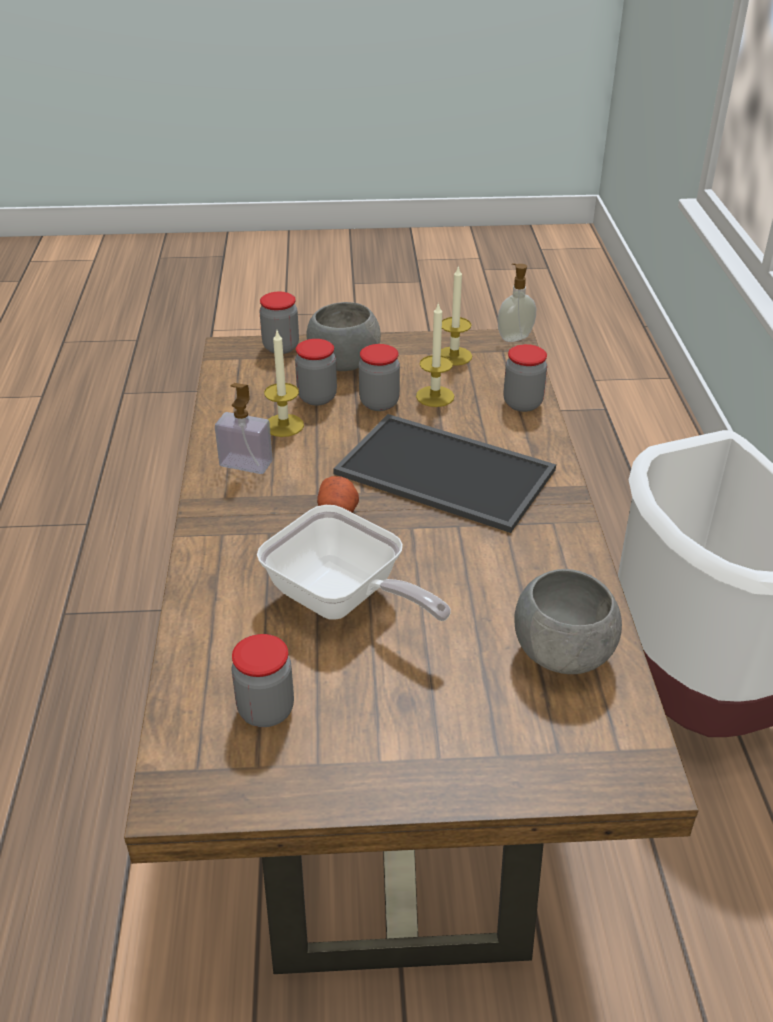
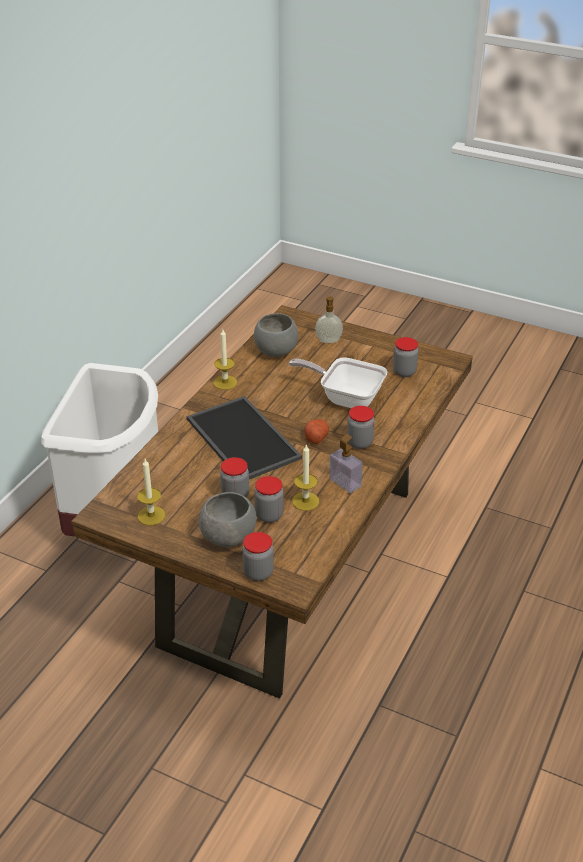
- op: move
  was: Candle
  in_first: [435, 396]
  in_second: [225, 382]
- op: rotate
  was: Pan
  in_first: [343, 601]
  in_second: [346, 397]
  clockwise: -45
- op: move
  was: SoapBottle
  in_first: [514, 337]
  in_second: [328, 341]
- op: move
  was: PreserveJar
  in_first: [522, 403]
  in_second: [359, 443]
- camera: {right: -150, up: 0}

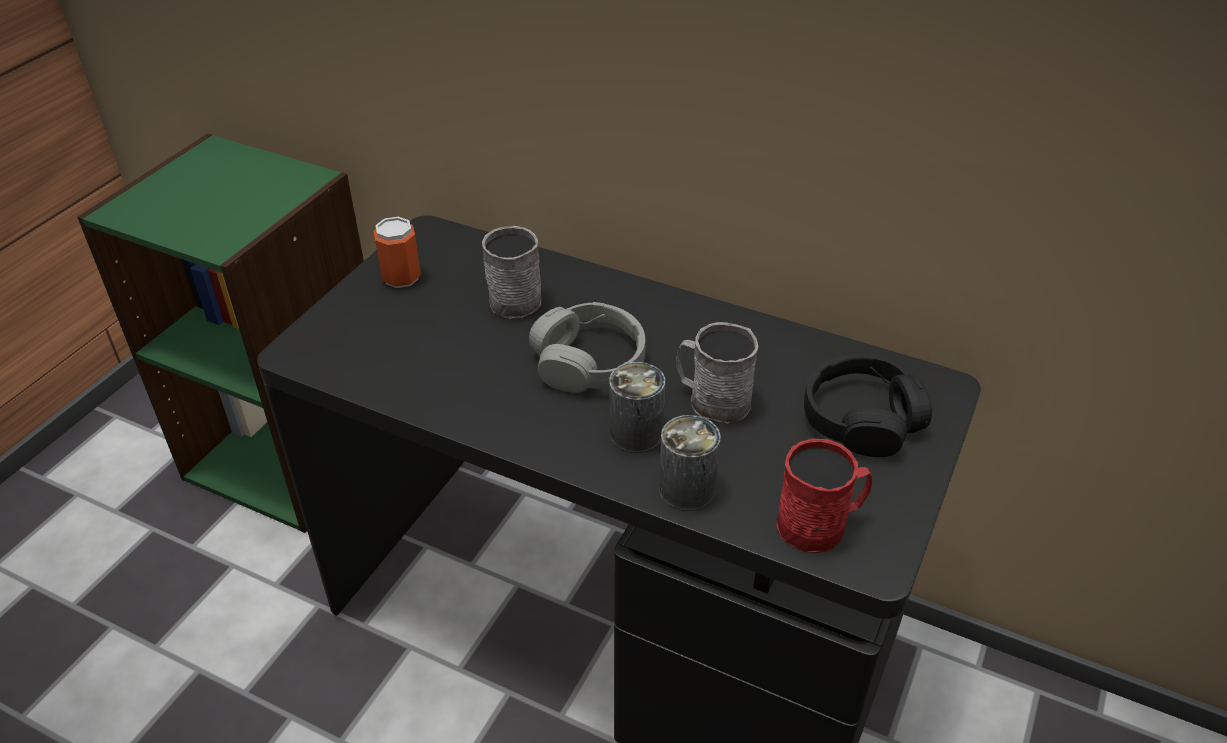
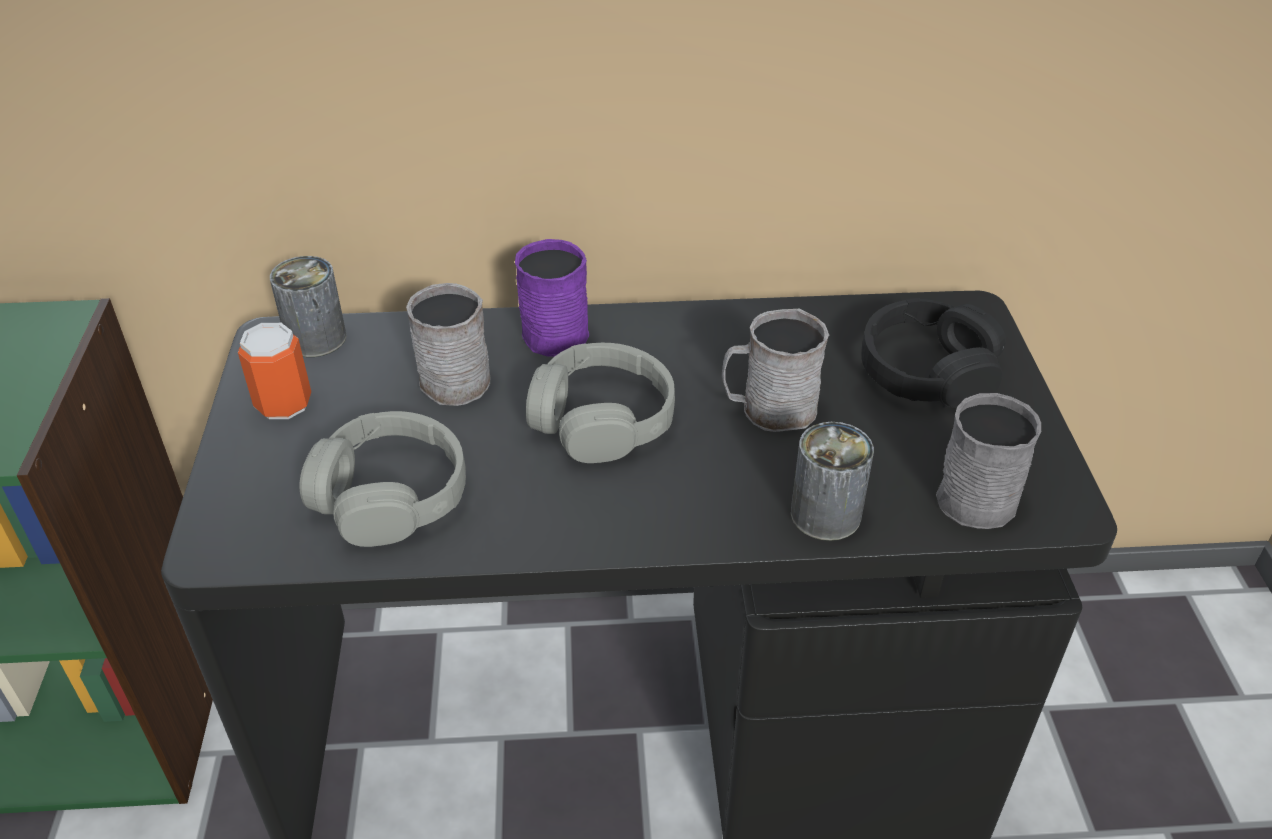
- op: move
  was: MetalCan
  in_first: [636, 433]
  in_second: [316, 338]
- op: insert
  now: GrayHeadphones
  in_second: [390, 495]
- op: insert
  now: PurpleTeaMug
  in_second: [552, 329]
- op: recolor
  was: ReddishTeaMug
  now: GrayTeaMug
  in_first: [820, 524]
  in_second: [983, 494]
- camera: {right: -30, up: 0}

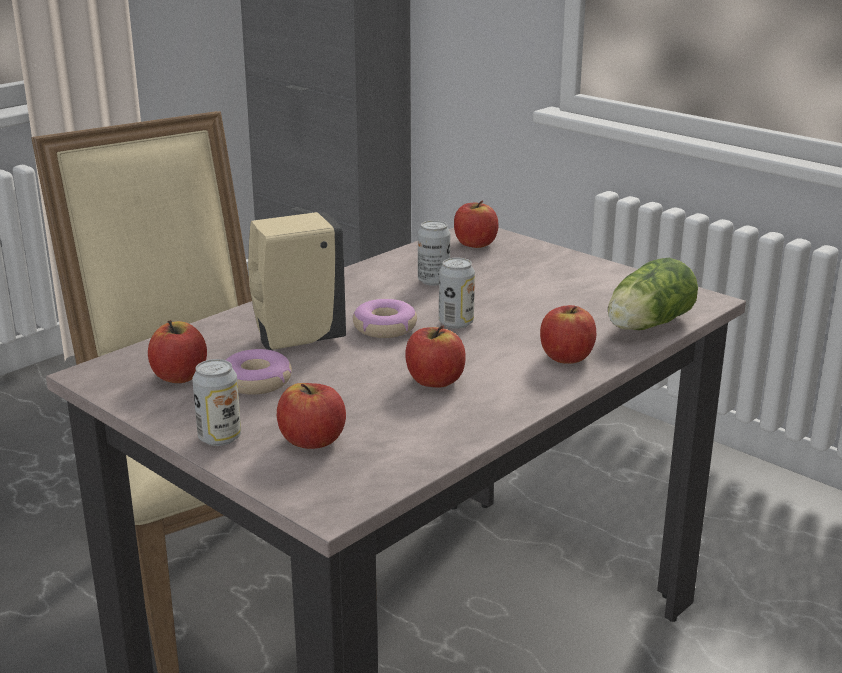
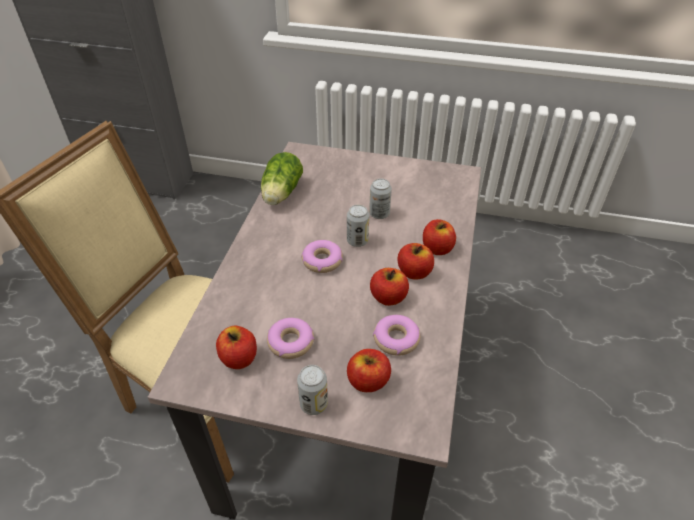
- op: move
  was: Lettuce
  in_first: [645, 326]
  in_second: [280, 194]
- op: move
  was: MetalCan
  in_first: [433, 281]
  in_second: [379, 214]
- op: insert
  now: RingDoughnut
  in_second: [396, 339]
- op: move
  was: Apple
  in_first: [475, 244]
  in_second: [414, 272]
- op: delete
  was: BeigeColouredSoapBottle
  in_first: [296, 340]
- camera: {right: -30, up: 20}

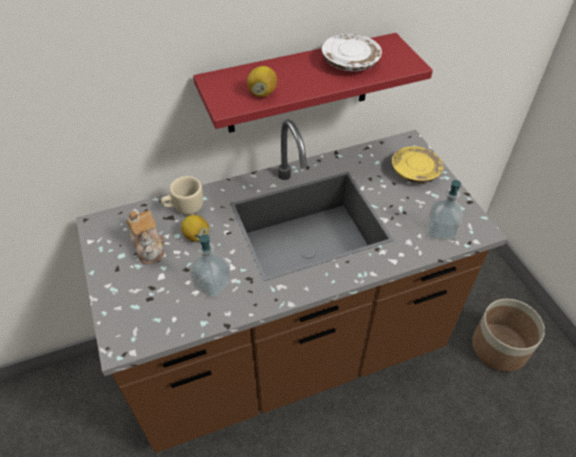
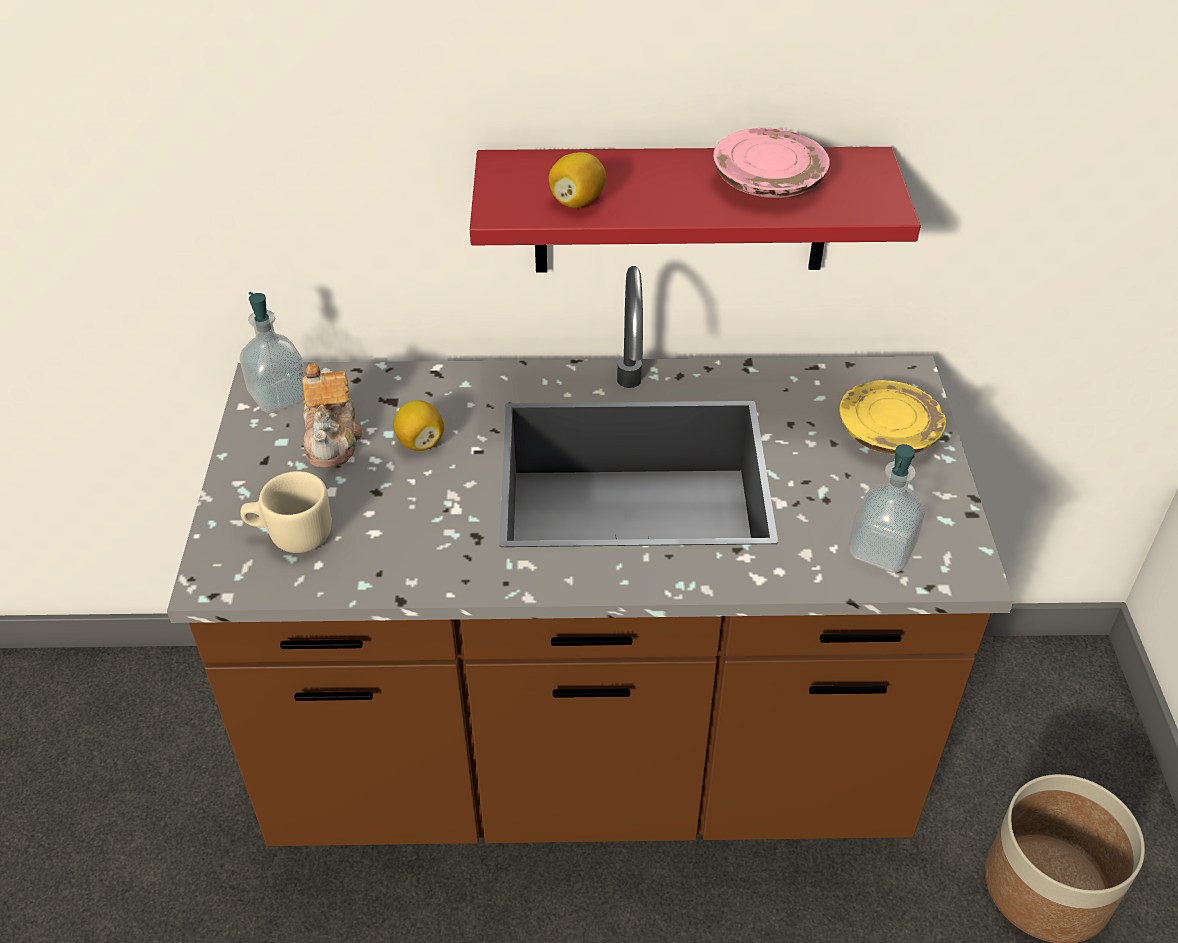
- op: move
  was: SoapBottle
  in_first: [212, 284]
  in_second: [279, 396]
- op: move
  was: BeigeColouredTeaMug
  in_first: [184, 207]
  in_second: [291, 535]
- op: recolor
  was: WhitishPlate
  now: PinkColouredPlate
  in_first: [350, 62]
  in_second: [768, 181]
- camera: {right: 20, up: -5}

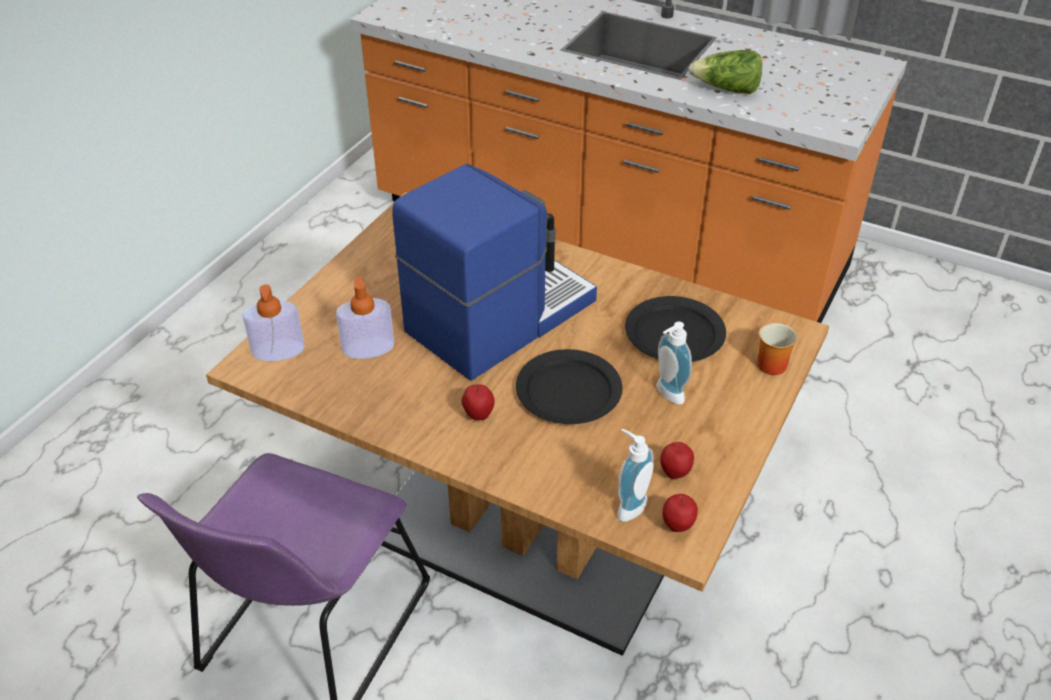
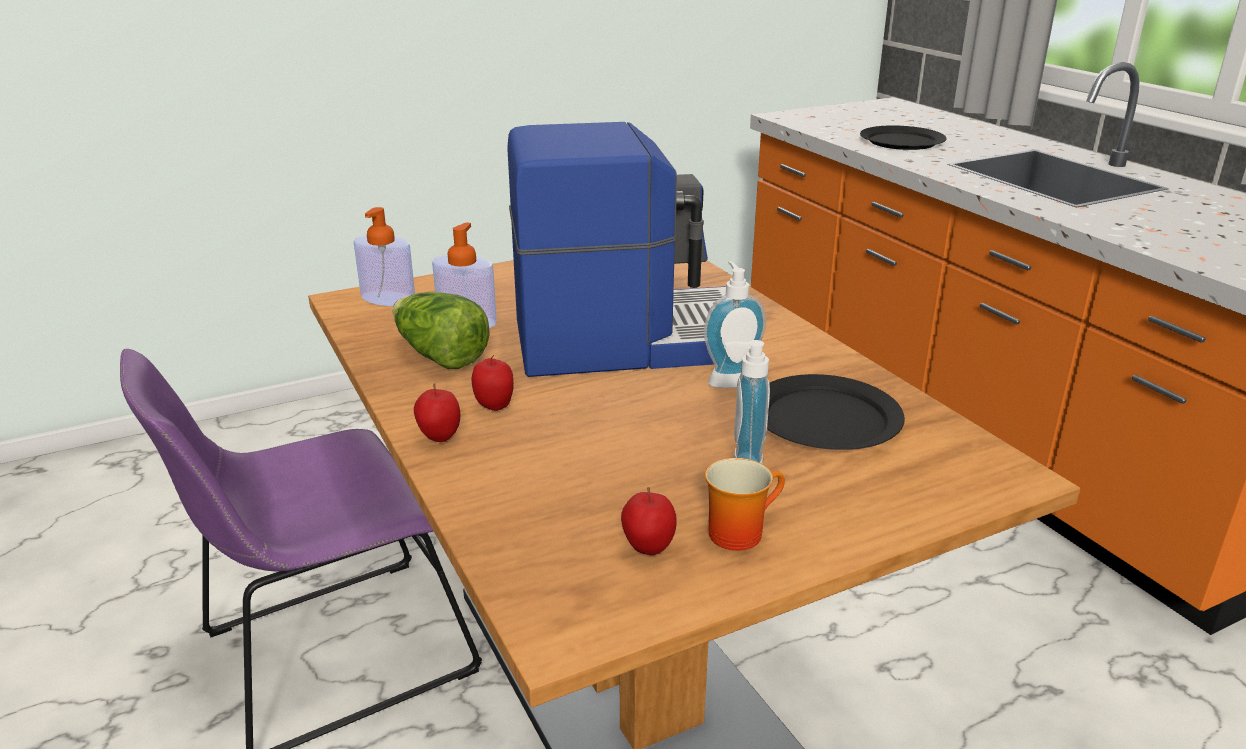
- op: move
  was: Lettuce
  in_first: [726, 89]
  in_second: [439, 355]
- op: move
  was: Apple
  in_first: [677, 527]
  in_second: [440, 438]
- op: move
  was: SoapBottle
  in_first: [628, 505]
  in_second: [729, 379]
- op: move
  was: TeaMug
  in_first: [770, 362]
  in_second: [738, 530]
- op: move
  was: BlackColouredPlate
  in_first: [568, 391]
  in_second: [901, 141]
- camera: {right: 35, up: -15}

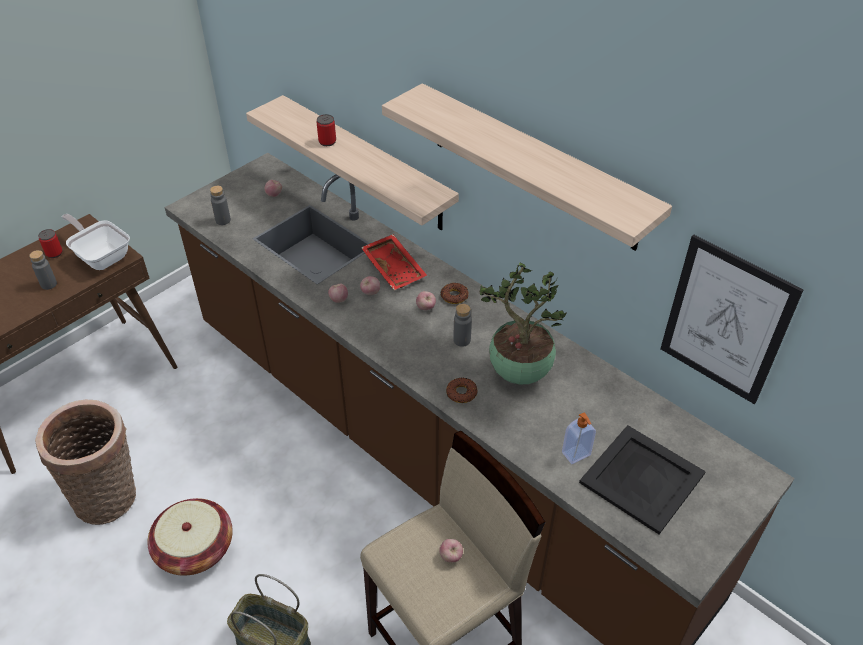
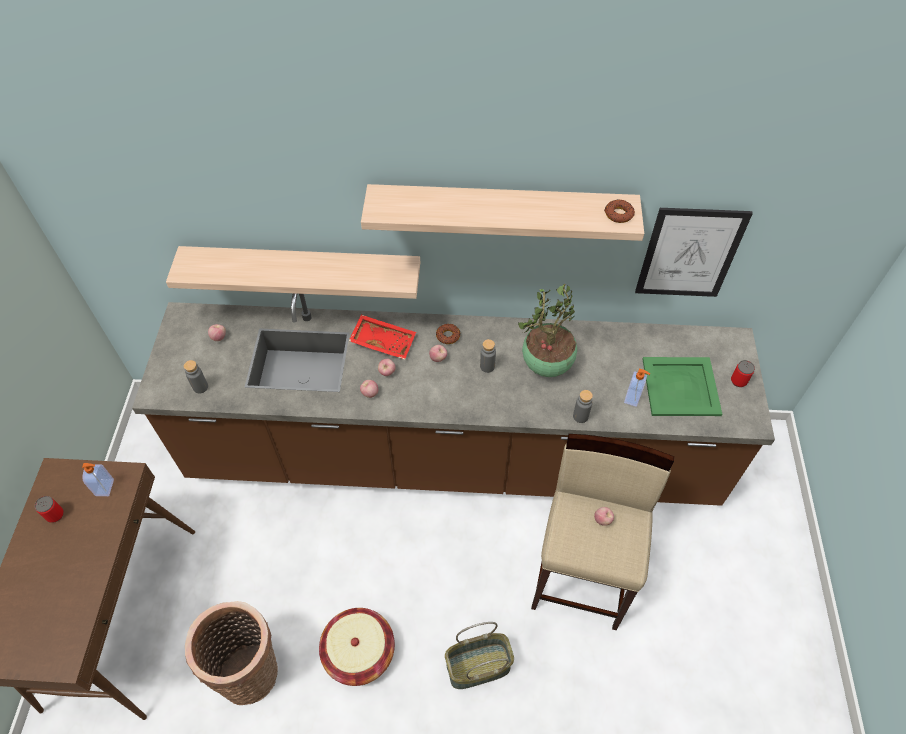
- op: replace
  was: Pan
  now: SoapBottle
  in_first: [101, 256]
  in_second: [105, 487]
- op: move
  was: GrayBottle
  in_first: [49, 284]
  in_second: [580, 416]
- op: move
  was: RingDoughnut
  in_first: [461, 393]
  in_second: [618, 214]
- op: recolor
  was: BlackColouredCarryingTray
  now: GreenColouredCarryingTray
  in_first: [642, 479]
  in_second: [681, 387]
- op: move
  was: MetalCan
  in_first: [327, 142]
  in_second: [738, 381]
- camera: {right: -40, up: 10}

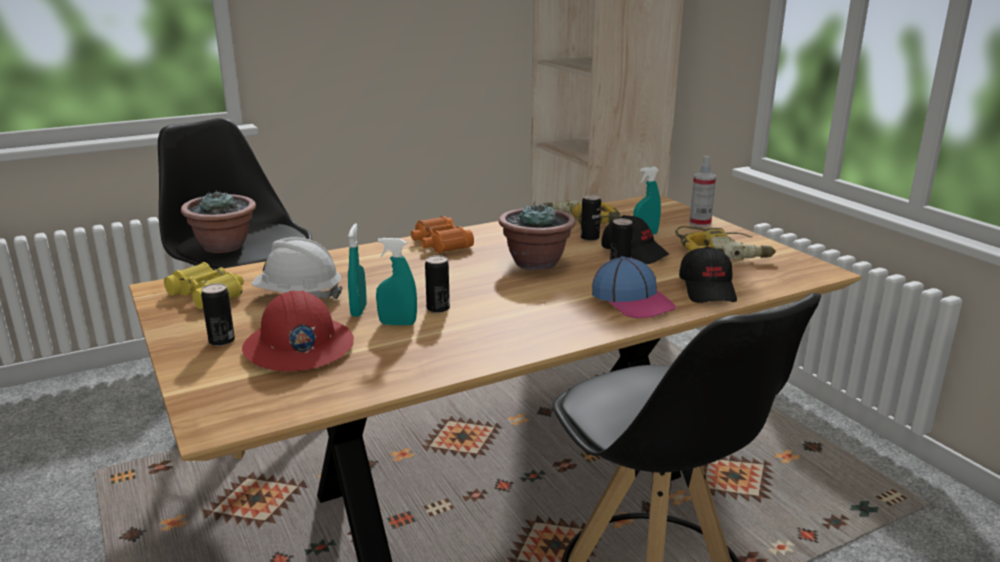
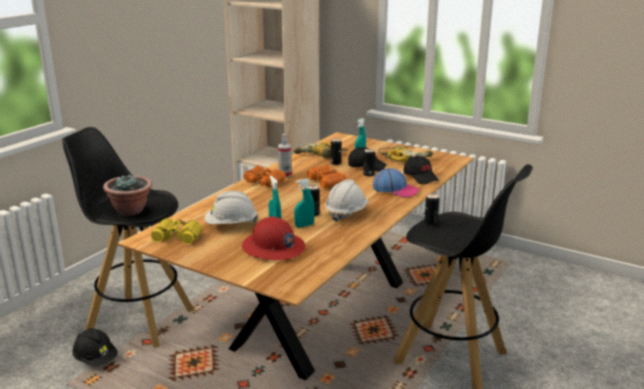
- op: insert
  now: BlackColouredSafetyHelmet
  in_second: [96, 359]
- op: move
  was: SprayBottle
  in_first: [700, 223]
  in_second: [285, 175]
- op: replace
  was: Houseplant
  now: OrangeyBinoculars
  in_first: [536, 263]
  in_second: [327, 181]
- op: insert
  now: WhitishSafetyHelmet
  in_second: [346, 213]
- op: move
  was: MetalCan
  in_first: [221, 341]
  in_second: [430, 223]
- camera: {right: -30, up: 0}

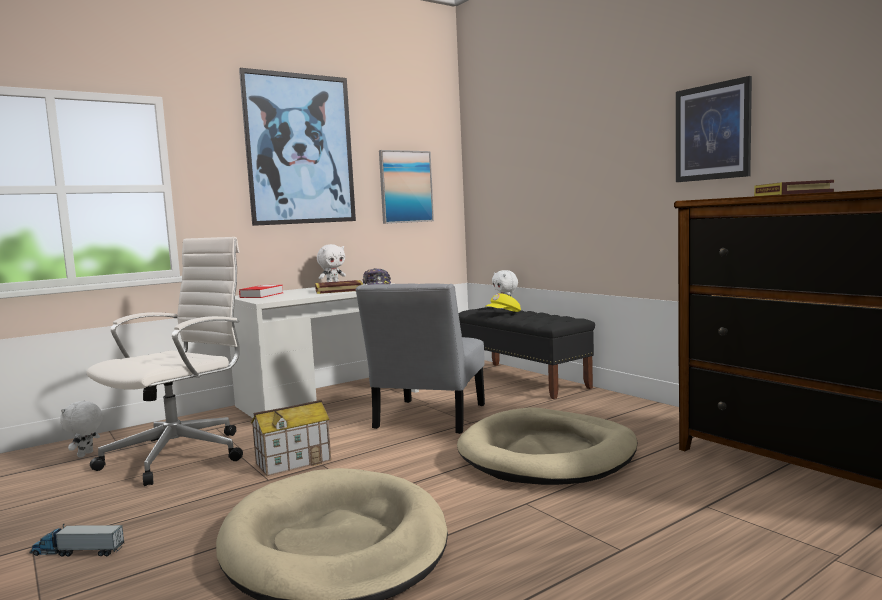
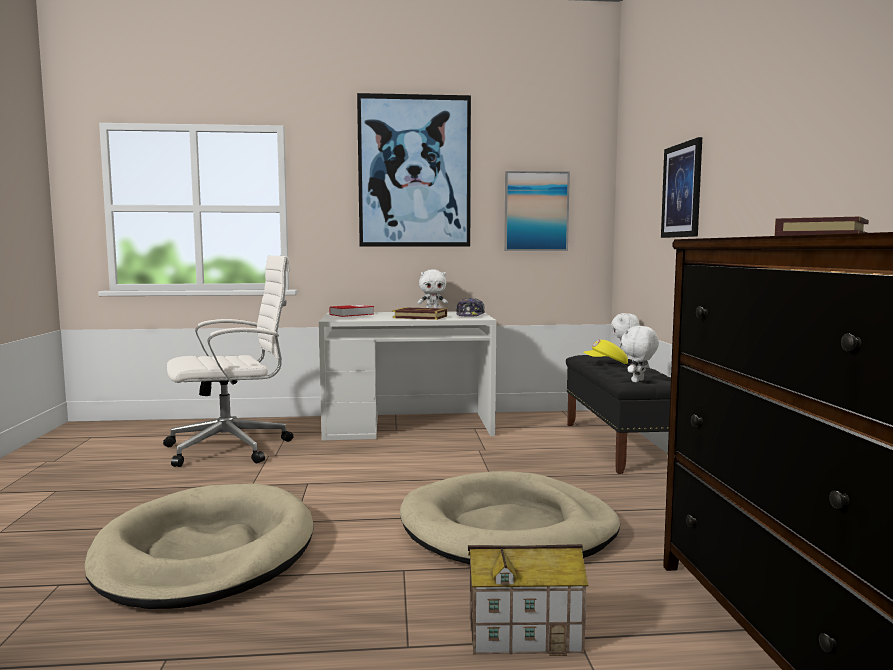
- op: move
  was: MiniatureHouse
  in_first: [293, 461]
  in_second: [525, 634]
- op: move
  was: WhitishSoftToy
  in_first: [86, 454]
  in_second: [638, 381]
- op: move
  was: Picture
  in_first: [712, 132]
  in_second: [682, 190]
- op: delete
  was: ToyLorry
  in_first: [77, 552]
- op: delete
  was: GrayPlainChair
  in_first: [428, 419]
- camera: {right: 30, up: 0}

